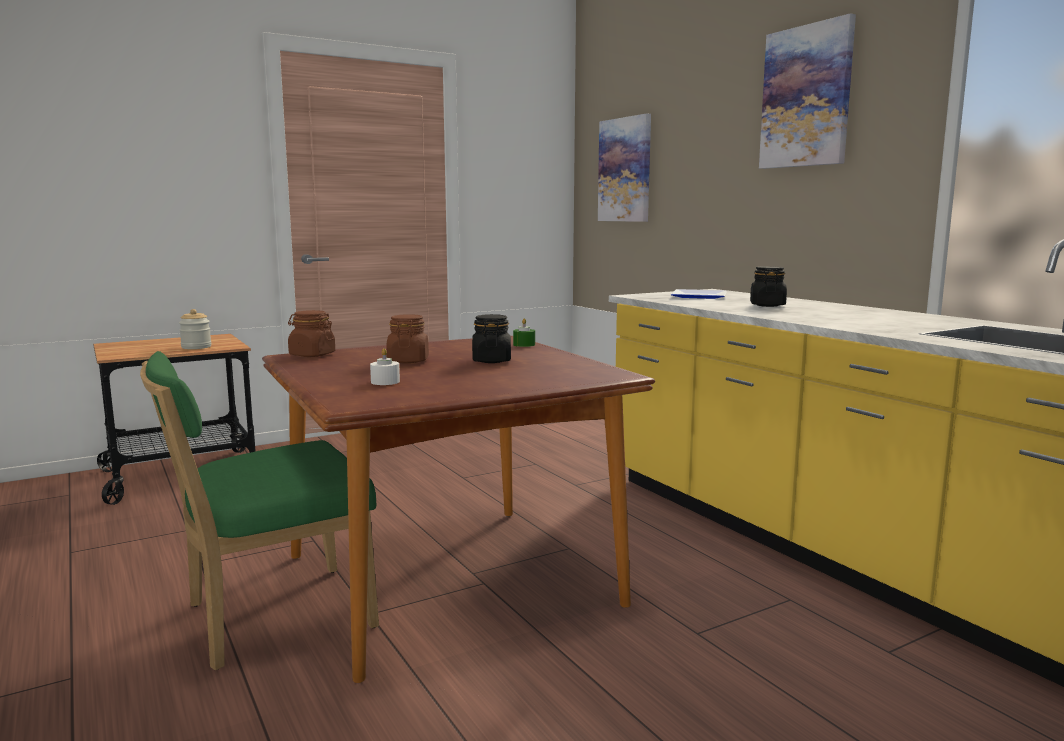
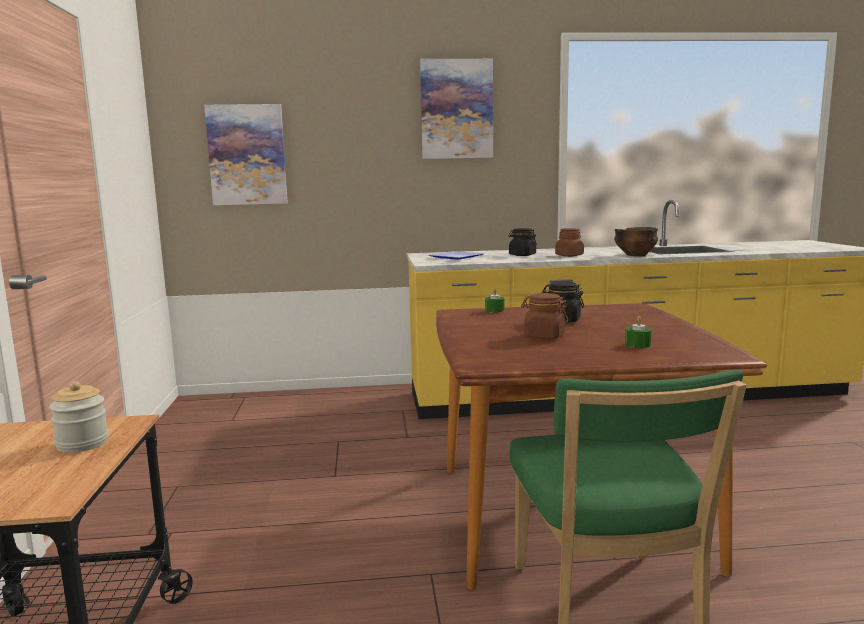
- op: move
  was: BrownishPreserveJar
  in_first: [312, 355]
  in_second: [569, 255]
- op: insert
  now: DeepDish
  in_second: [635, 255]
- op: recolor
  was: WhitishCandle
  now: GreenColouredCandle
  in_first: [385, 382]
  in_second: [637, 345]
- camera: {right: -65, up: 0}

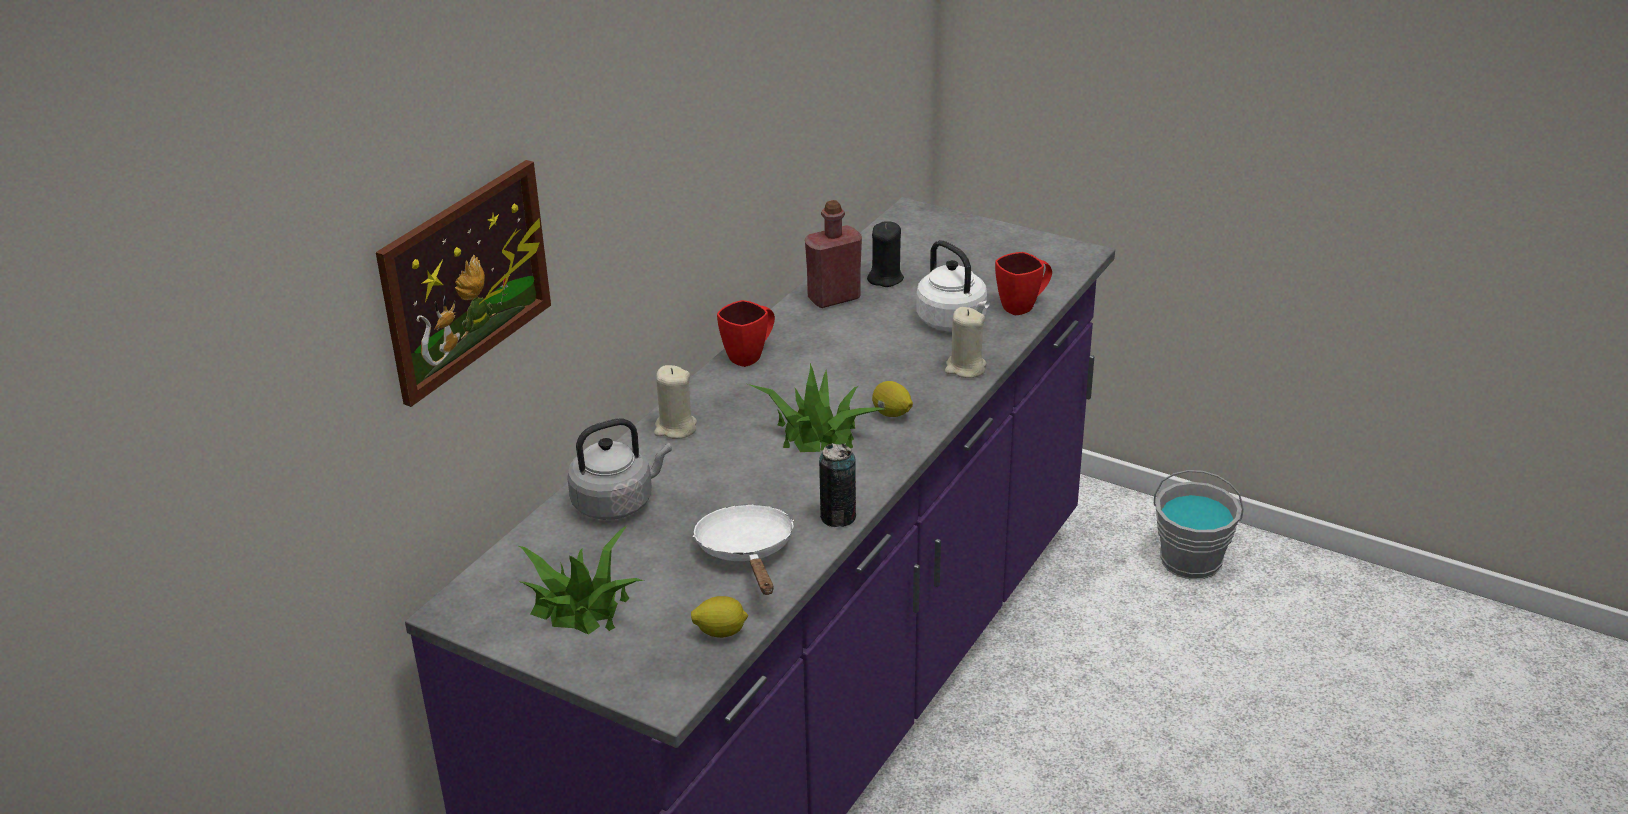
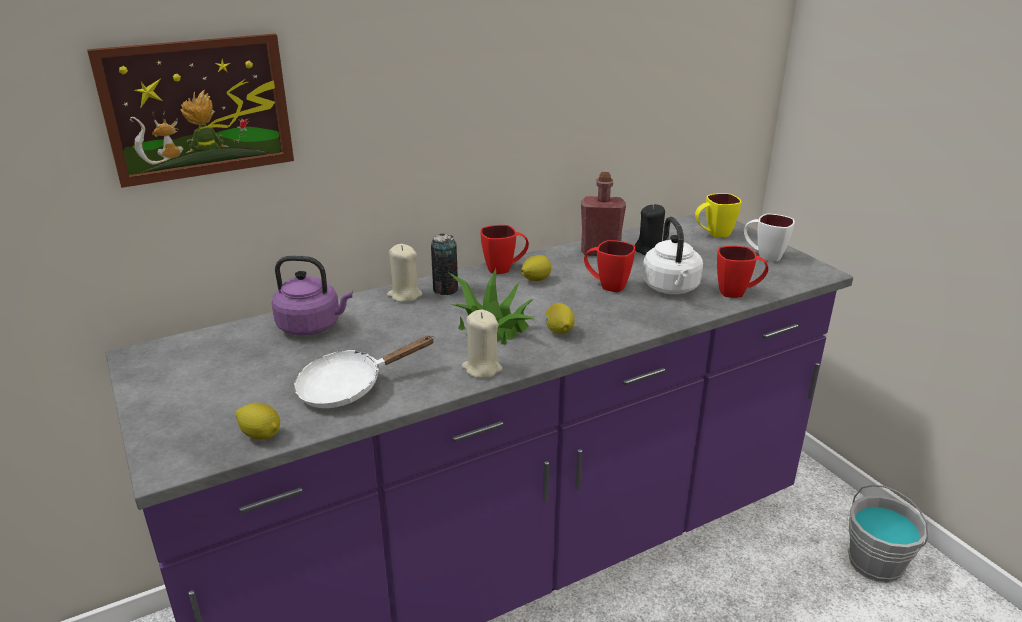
- op: recolor
  was: GrayWaterKettle
  now: PurpleWaterKettle
  in_first: [617, 502]
  in_second: [312, 326]
- op: rotate
  was: WhitishPan
  in_first: [747, 553]
  in_second: [349, 387]
  clockwise: -135
- op: move
  was: MetalCan
  in_first: [838, 517]
  in_second: [445, 290]
- op: move
  was: BeigeColouredCandle
  in_first: [965, 368]
  in_second: [482, 368]
- op: insert
  now: WholeLemon
  in_second: [535, 280]
- op: insert
  now: ReddishTeaMug
  in_second: [606, 285]
- op: insert
  now: YellowTeaMug
  in_second: [713, 234]
- op: insert
  now: WhitishTeaMug
  in_second: [763, 256]
- op: delete
  was: Houseplant
  in_first: [582, 606]
- camera: {right: 30, up: -5}

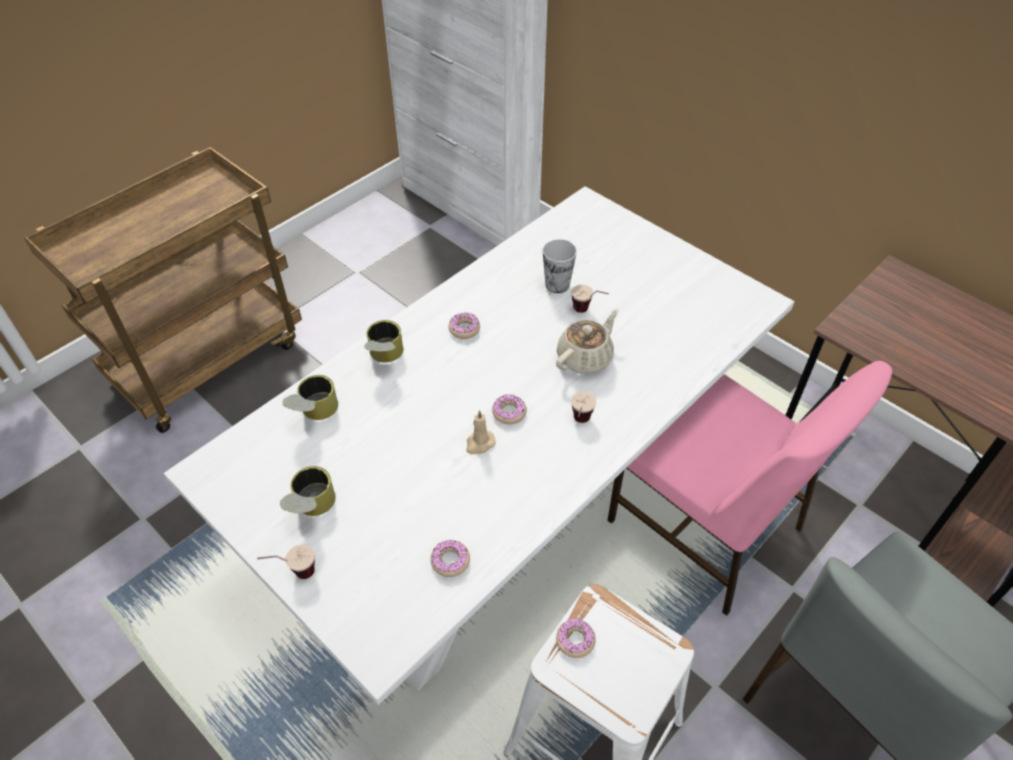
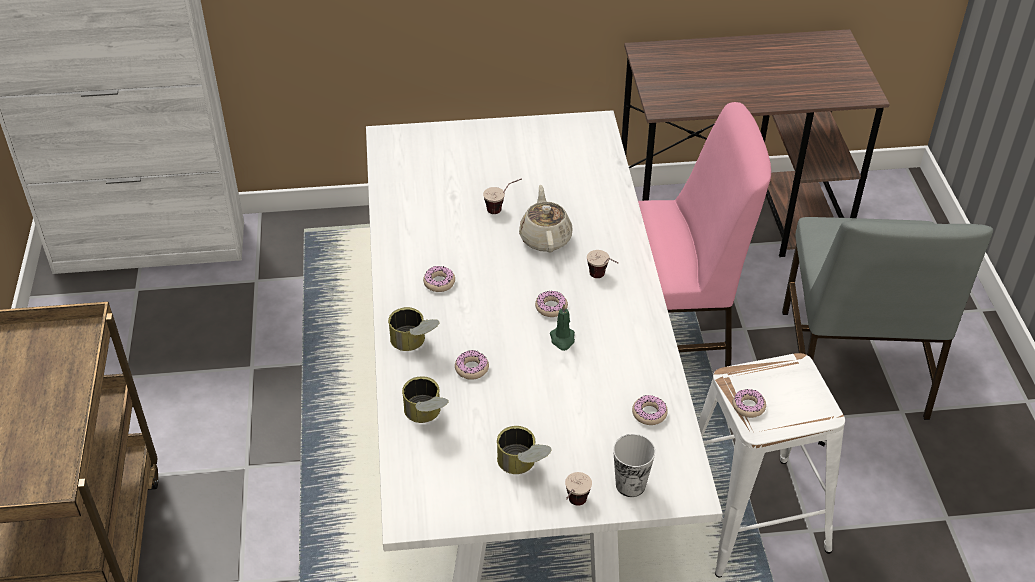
- op: insert
  now: RingDoughnut
  in_second: [471, 368]
- op: recolor
  was: BeigeColouredCandle
  now: GreenColouredCandle
  in_first: [479, 443]
  in_second: [562, 339]
- op: move
  was: SmallCup
  in_first: [557, 284]
  in_second: [630, 485]
- camera: {right: -50, up: -5}

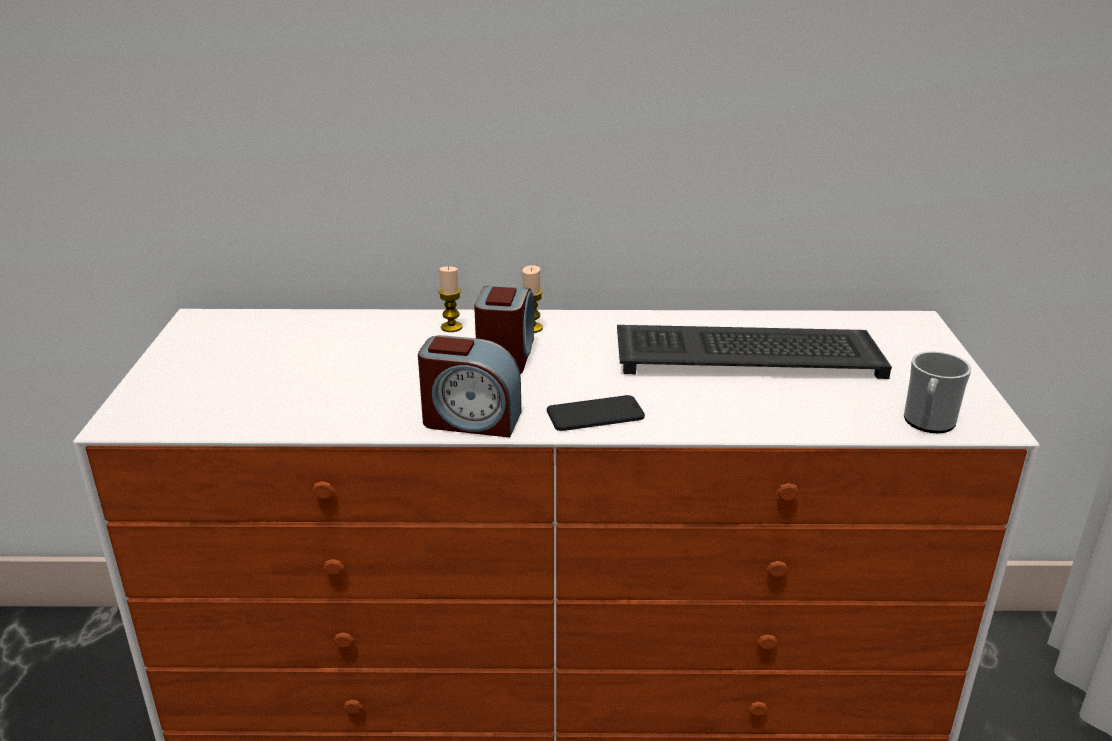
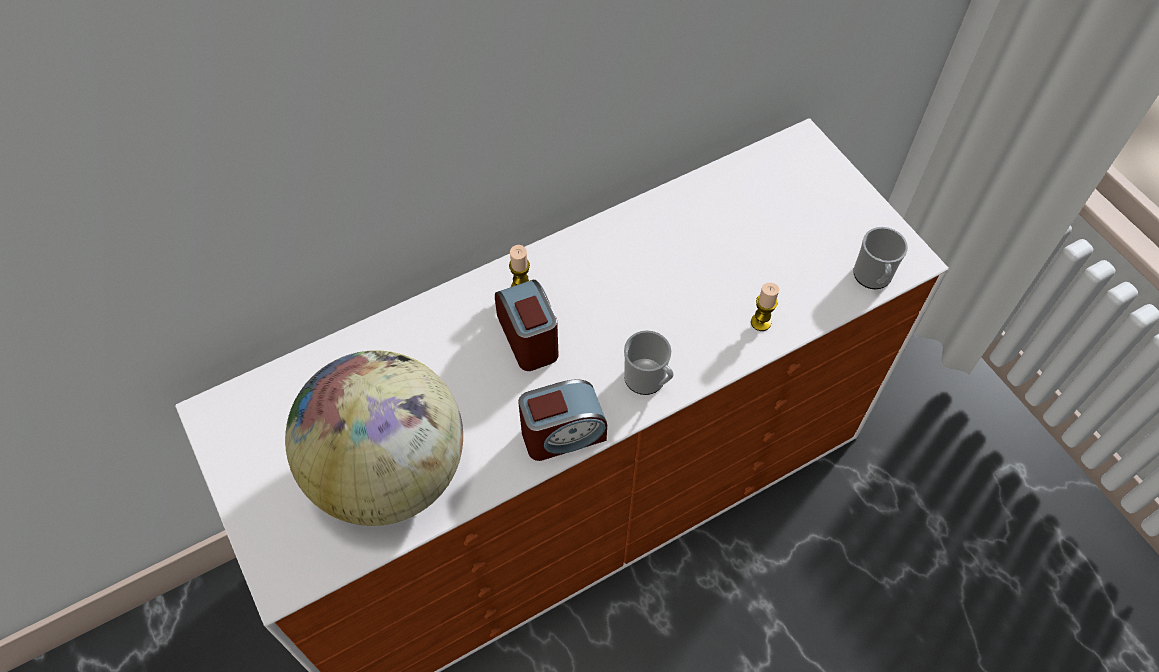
- op: insert
  now: Globe
  in_second: [389, 471]
- op: replace
  was: Telephone
  now: TeaMug
  in_first: [595, 414]
  in_second: [648, 380]
- op: move
  was: Candle
  in_first: [451, 327]
  in_second: [760, 322]
- op: delete
  was: ComputerKeyboard
  in_first: [749, 354]
- camera: {right: -30, up: 30}

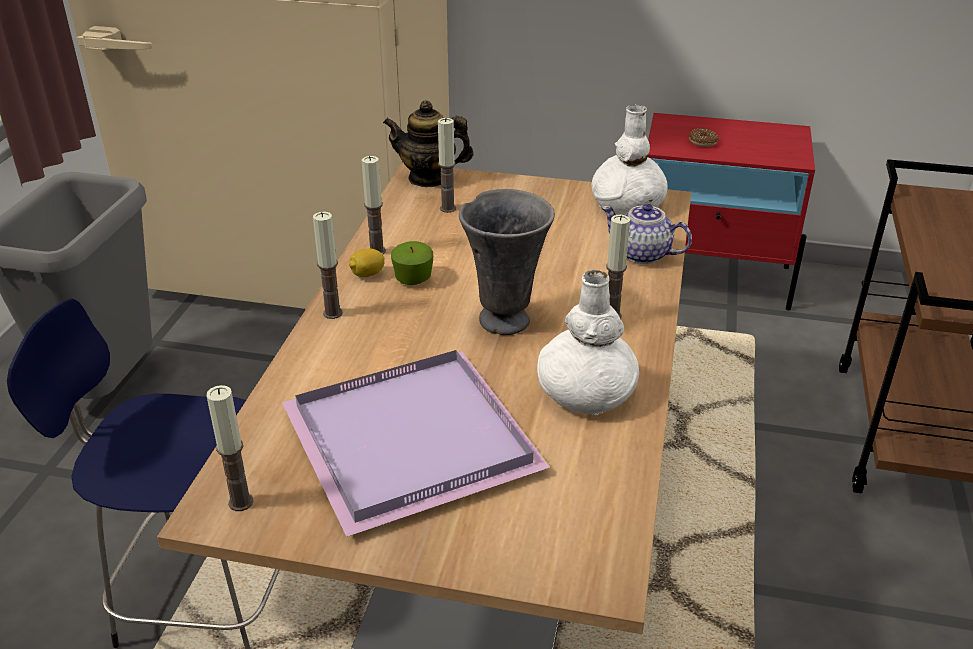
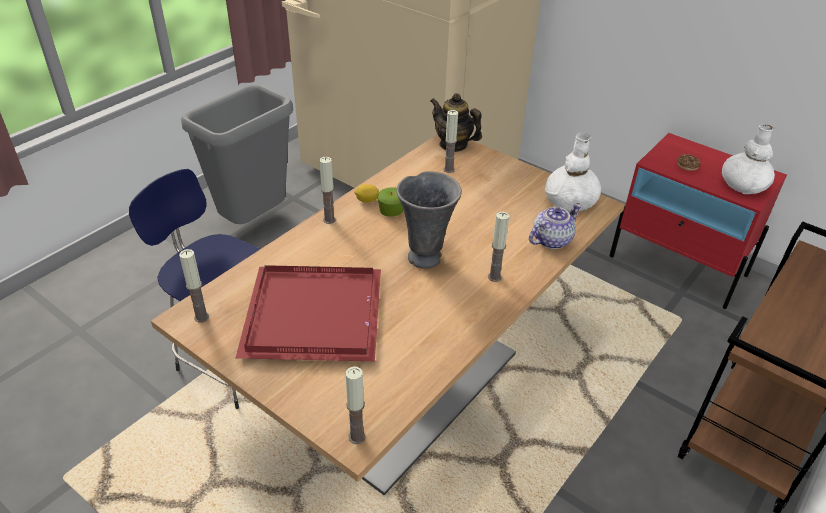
- op: recolor
  was: PurpleCarryingTray
  now: ReddishCarryingTray
  in_first: [416, 442]
  in_second: [315, 317]
- op: move
  was: Candle
  in_first: [376, 251]
  in_second: [357, 437]
- op: rotate
  was: TeaPot
  in_first: [642, 254]
  in_second: [551, 240]
  clockwise: 90
- op: move
  was: WhitishFlowerVase
  in_first: [587, 391]
  in_second: [743, 184]
- camera: {right: 25, up: 5}

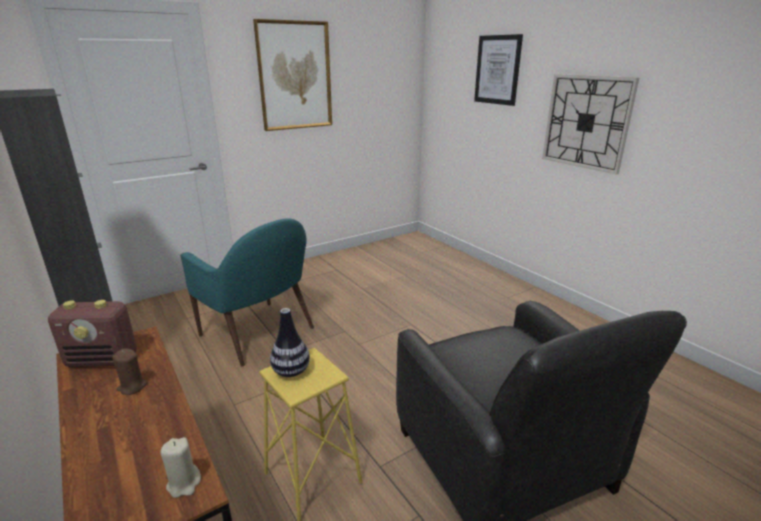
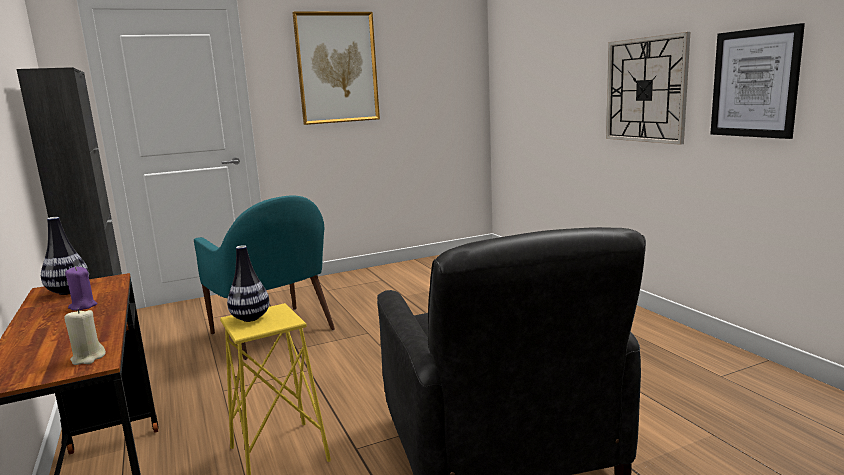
- op: replace
  was: Radio
  now: FlowerVase
  in_first: [103, 360]
  in_second: [69, 291]
- op: recolor
  was: BrownishCandle
  now: PurpleCandle
  in_first: [132, 387]
  in_second: [83, 306]
- op: move
  was: Picture
  in_first: [497, 70]
  in_second: [754, 83]
- camera: {right: 10, up: -10}

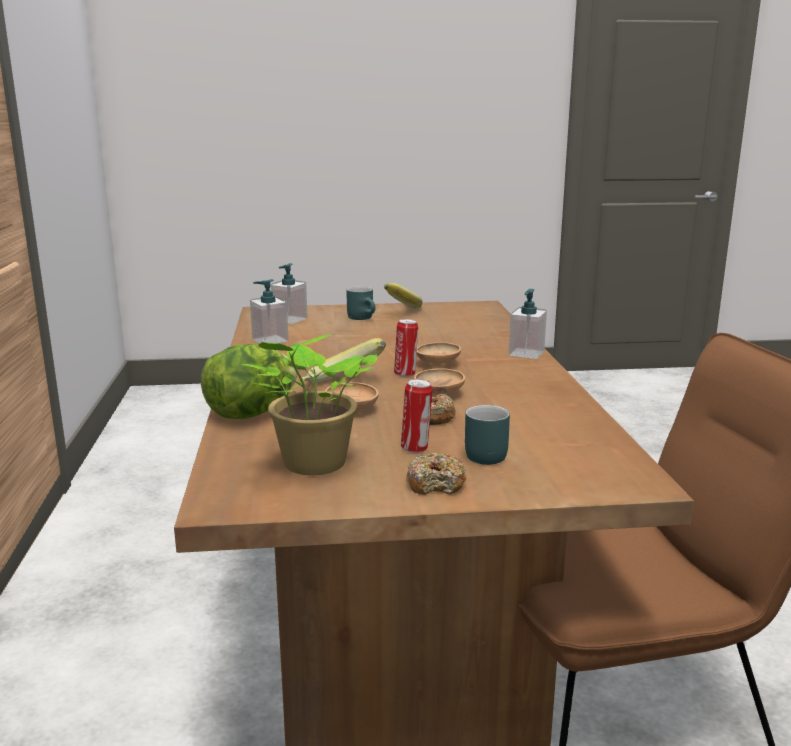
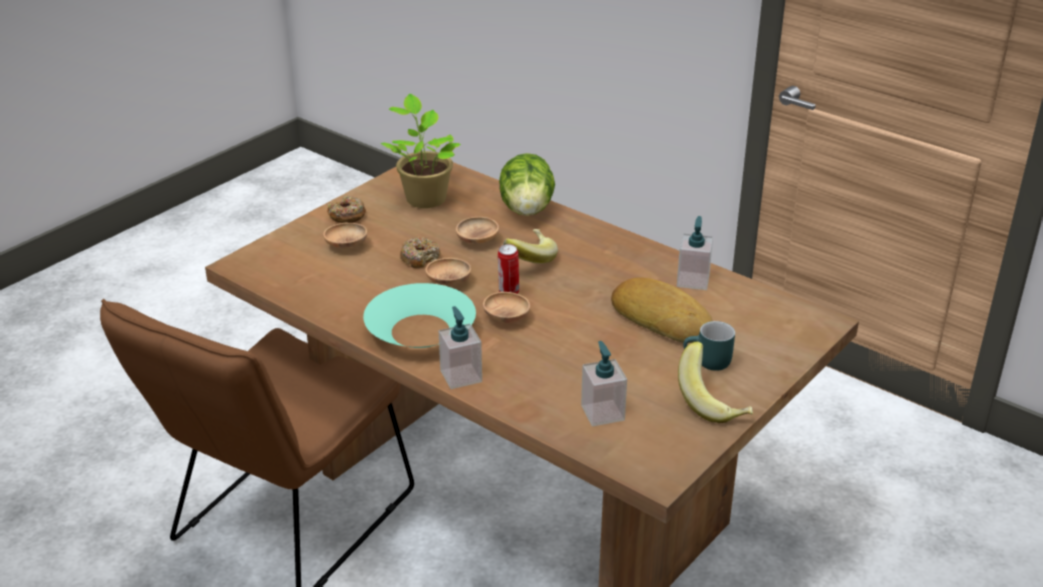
- op: replace
  was: TurquoiseTeaMug
  now: BrownishDeepDish
  in_first: [487, 454]
  in_second: [346, 245]
- op: insert
  now: TurquoiseDeepDish
  in_second: [420, 331]
- op: move
  was: SoapBottle
  in_first: [290, 319]
  in_second: [602, 413]
- op: insert
  now: BakeryBread
  in_second: [662, 318]
- op: delete
  was: MetalCan
  in_first: [416, 448]
- camera: {right: 135, up: 15}

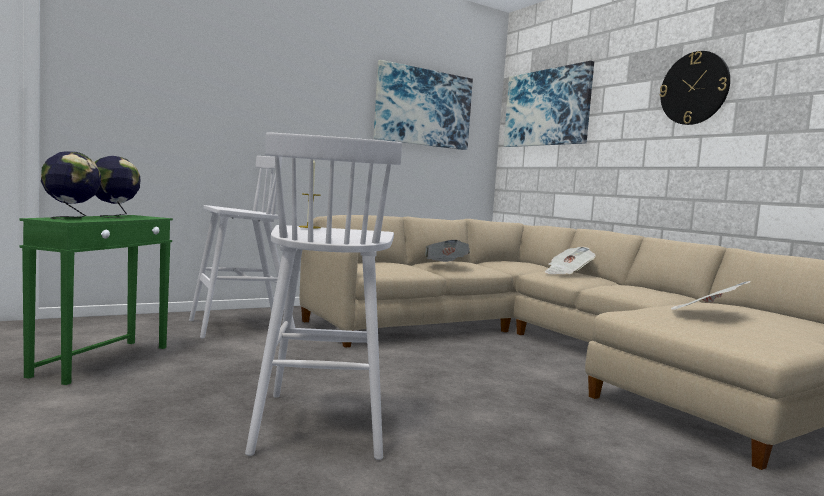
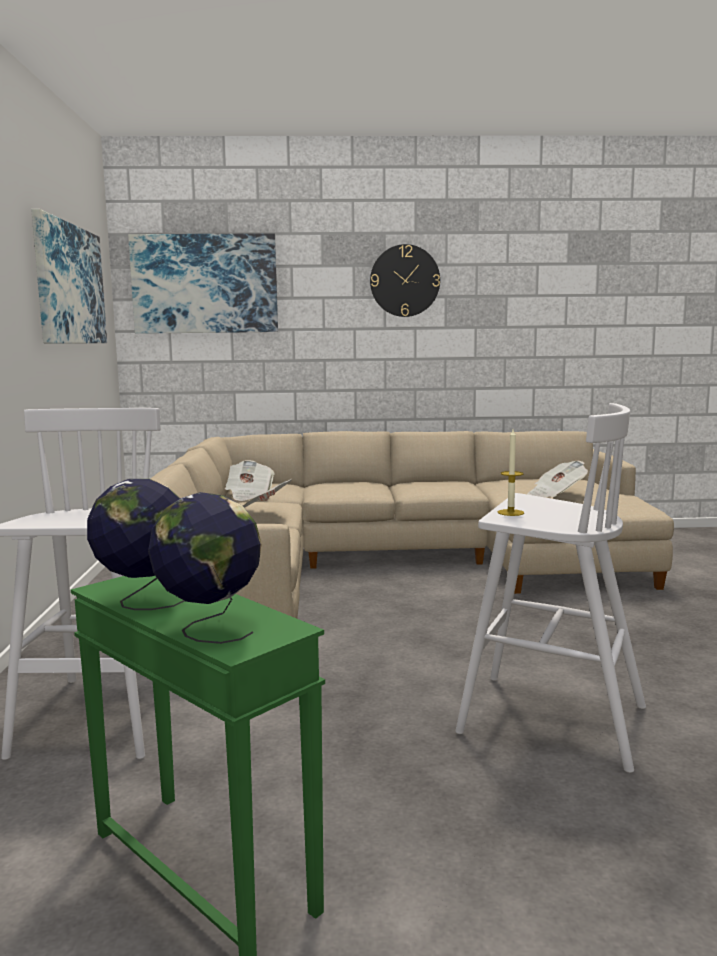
- op: move
  was: DailyPaper
  in_first: [567, 274]
  in_second: [248, 495]
- camera: {right: -60, up: 5}

